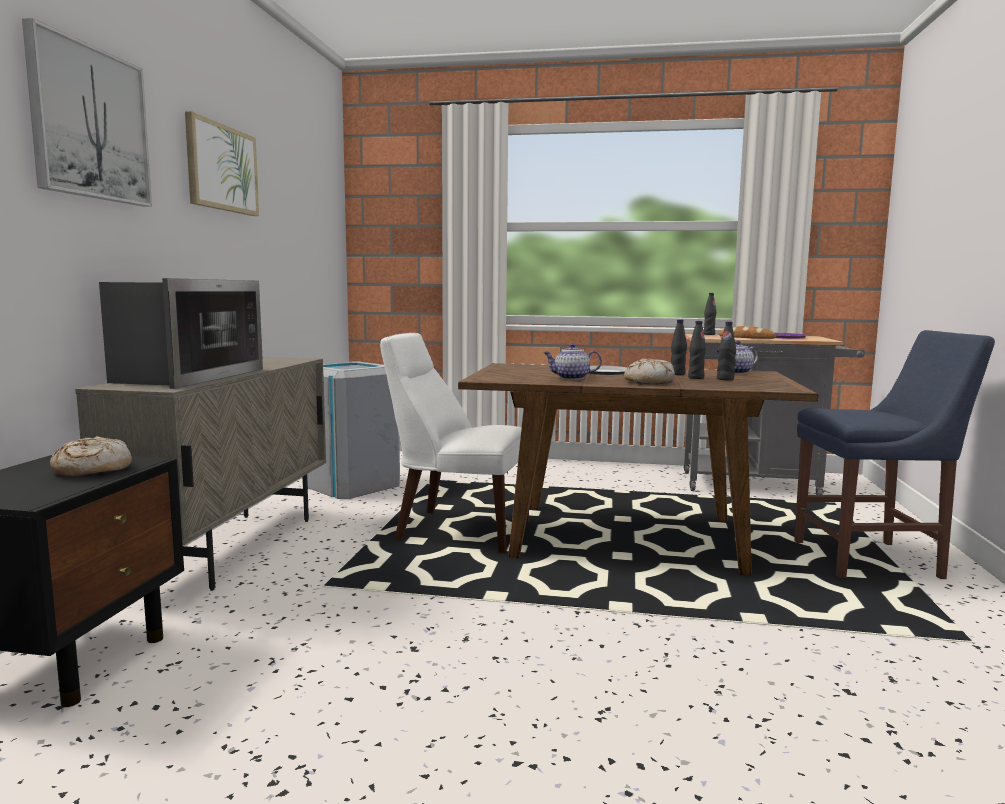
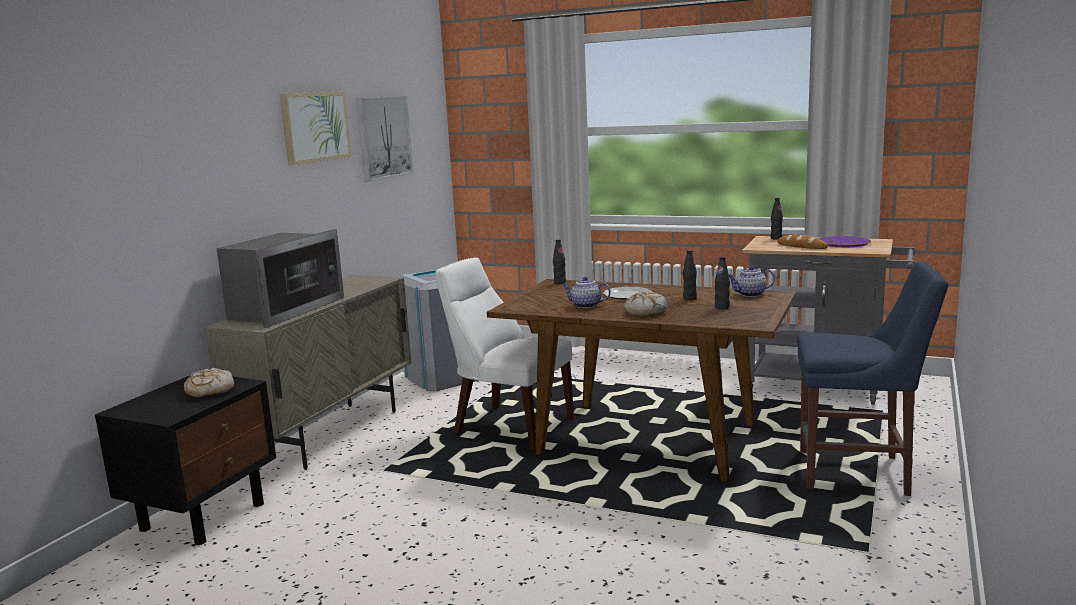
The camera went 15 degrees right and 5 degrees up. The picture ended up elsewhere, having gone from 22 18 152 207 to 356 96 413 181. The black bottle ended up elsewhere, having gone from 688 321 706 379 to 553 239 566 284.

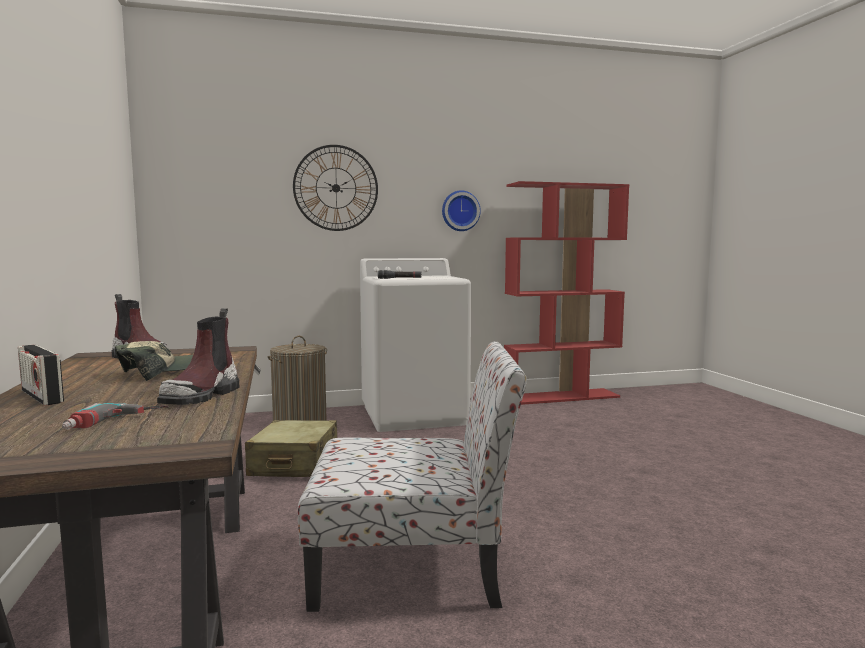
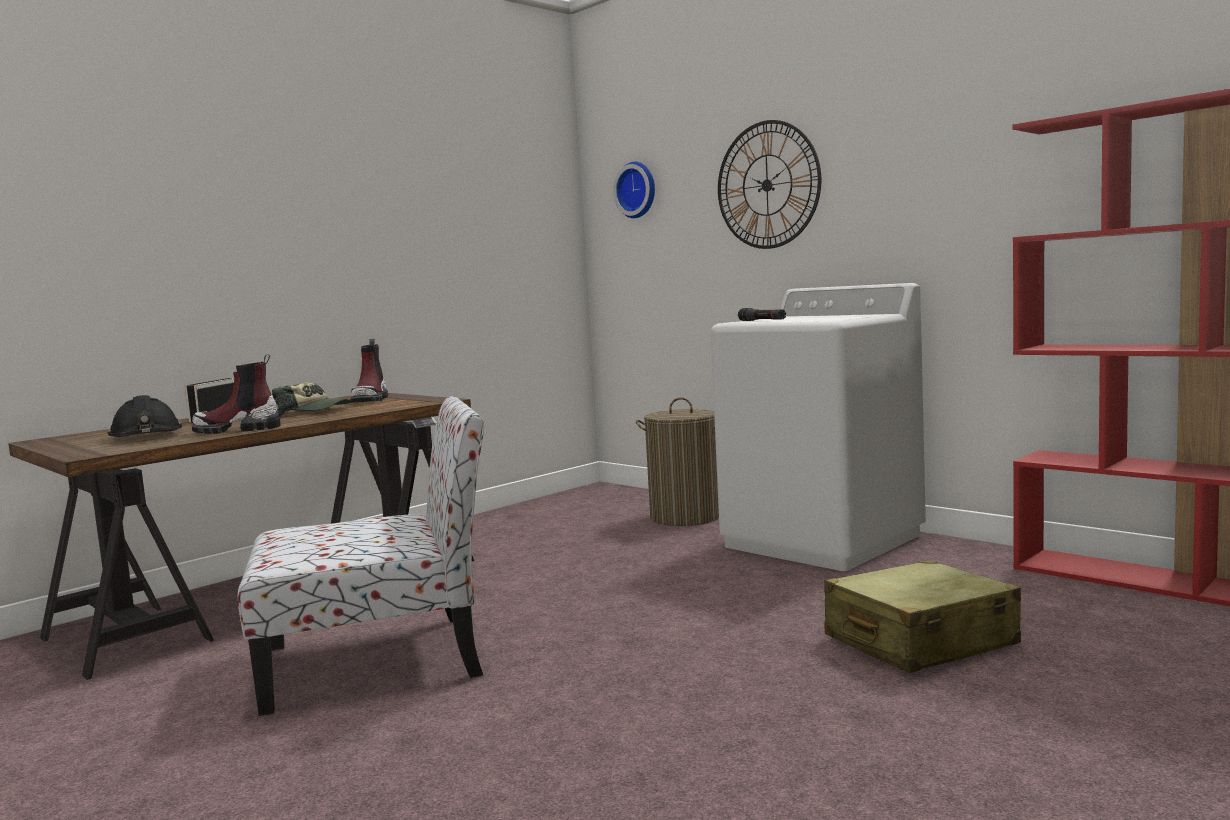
The camera went 60 degrees right and 0 degrees up. Where the power drill stood at 62 403 169 429, the black hard hat came to stand at 108 395 182 437. The chair at 298 341 527 612 ended up facing another way, 75 degrees counterclockwise from before. The wall clock ended up elsewhere, having gone from 442 190 481 231 to 613 162 655 218. The beige suitcase ended up elsewhere, having gone from 245 420 337 477 to 824 560 1021 673.

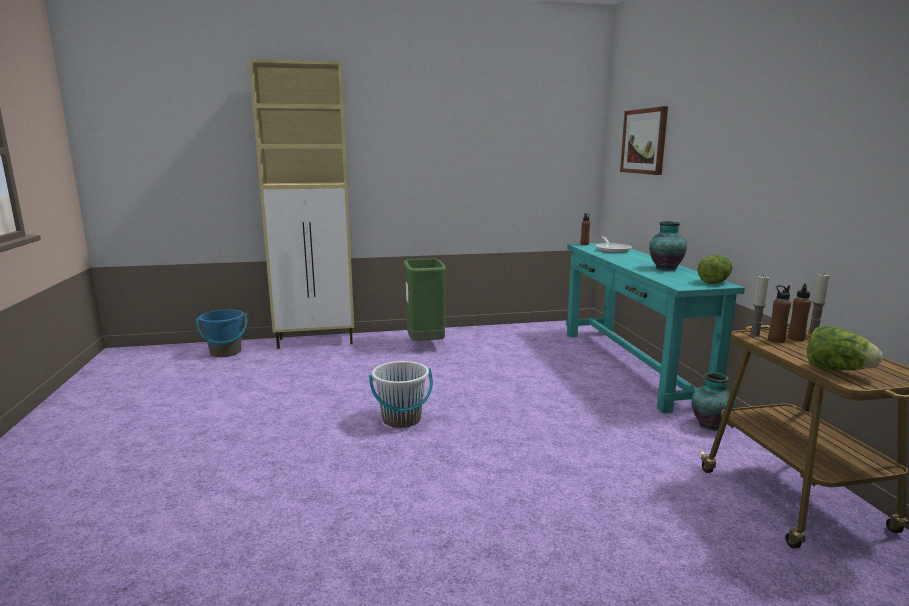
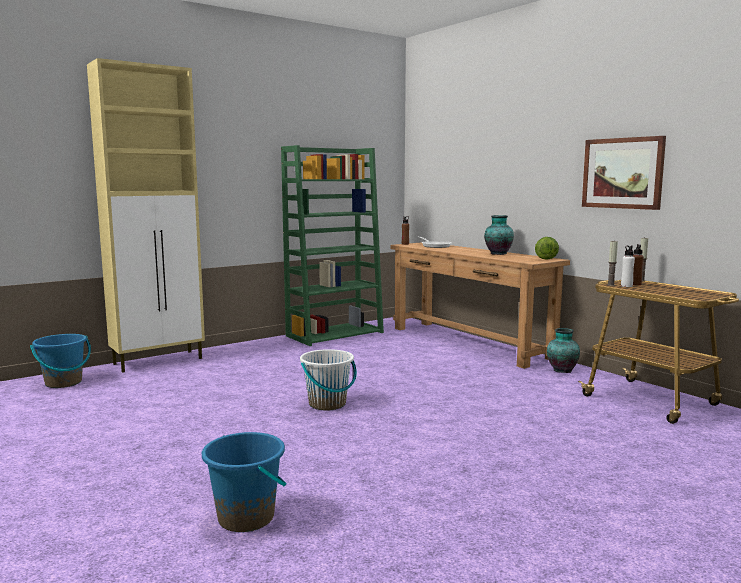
The camera went 25 degrees left and 5 degrees down. The second view gained the blue bucket at 202 432 287 532. The second view gained the green bookcase at 281 145 384 346. What was the turquoise console table at 566 243 745 413 turned into the brown console table at 390 242 570 369. The picture ended up elsewhere, having gone from 620 106 668 175 to 582 136 666 210. What was the brown bottle at 768 285 791 343 turned into the white bottle at 621 245 635 287. The second view lost the green trash can at 404 258 446 341. The second view lost the lettuce at 807 325 883 370.

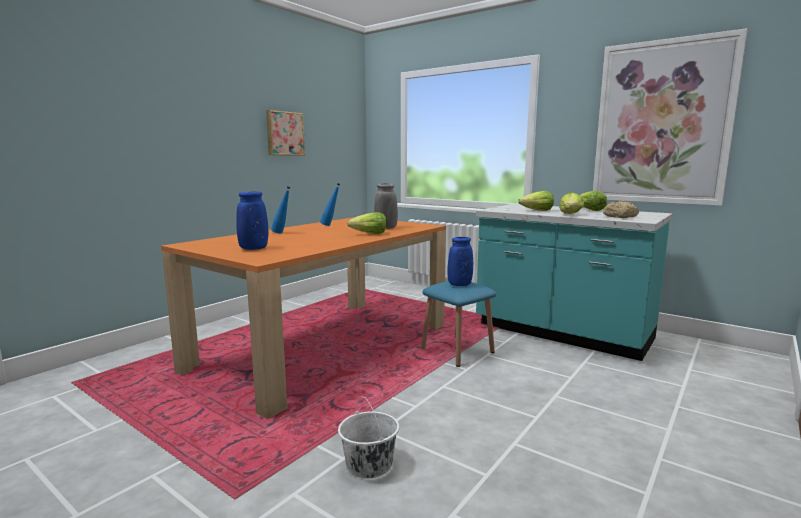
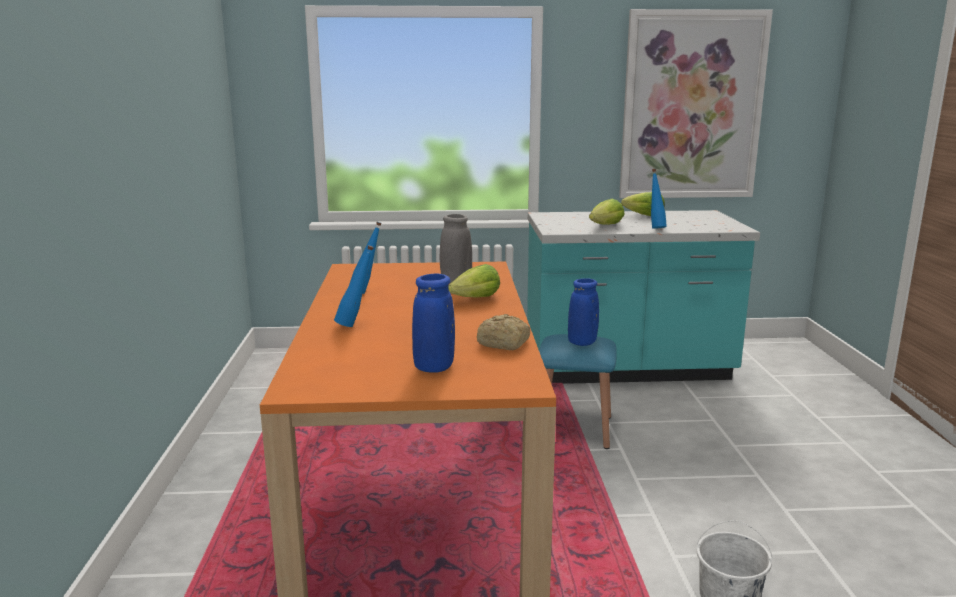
The camera went 40 degrees left and 5 degrees up. The bread ended up elsewhere, having gone from 603 201 639 218 to 477 314 530 350. Where the lettuce stood at 559 192 584 214, the blue bottle came to stand at 651 169 667 229. The second view lost the picture at 266 110 305 156.

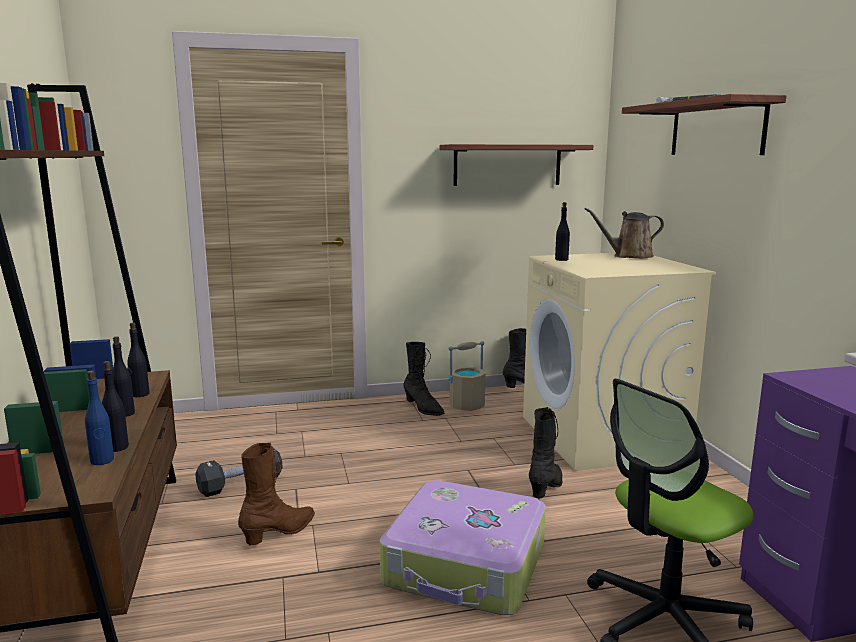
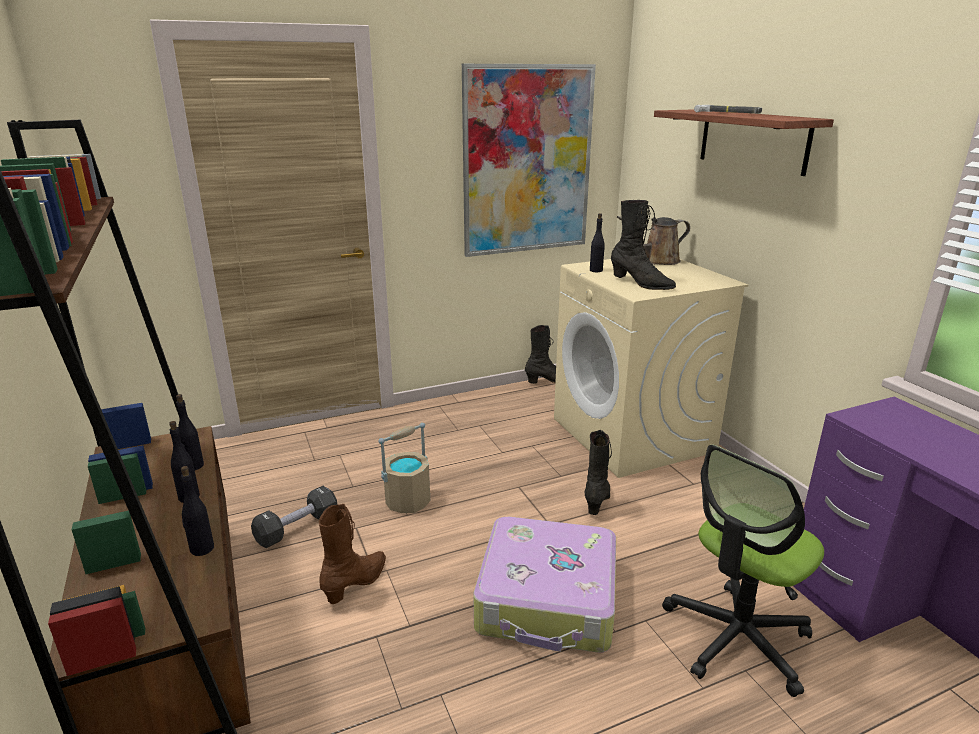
The camera went 10 degrees left and 10 degrees up. The beige bucket ended up elsewhere, having gone from 448 341 486 411 to 378 423 430 513. Where the shelf hung at 439 144 593 186, the picture came to hang at 462 64 596 257. The black boot ended up elsewhere, having gone from 403 342 444 416 to 611 200 676 290. The second view lost the blue bottle at 85 370 114 465.

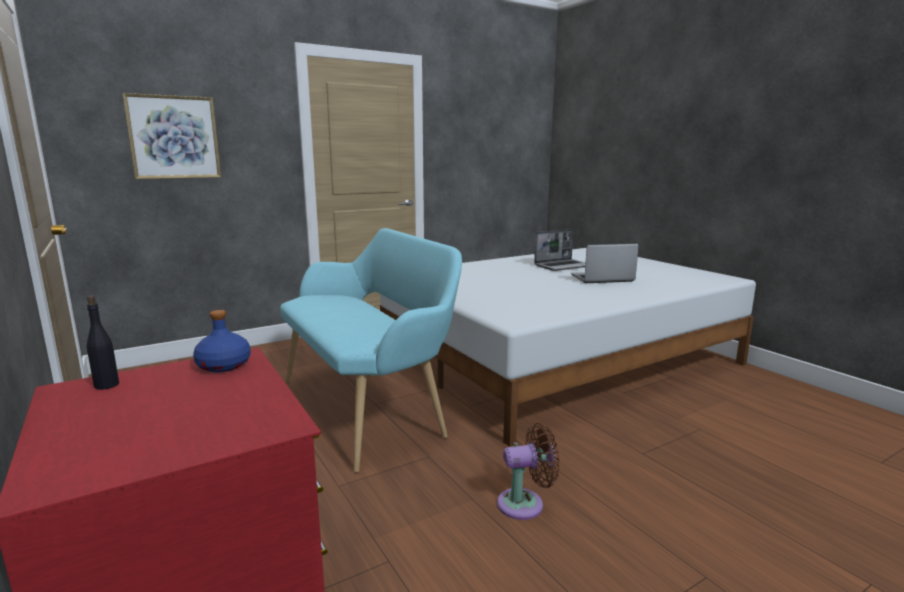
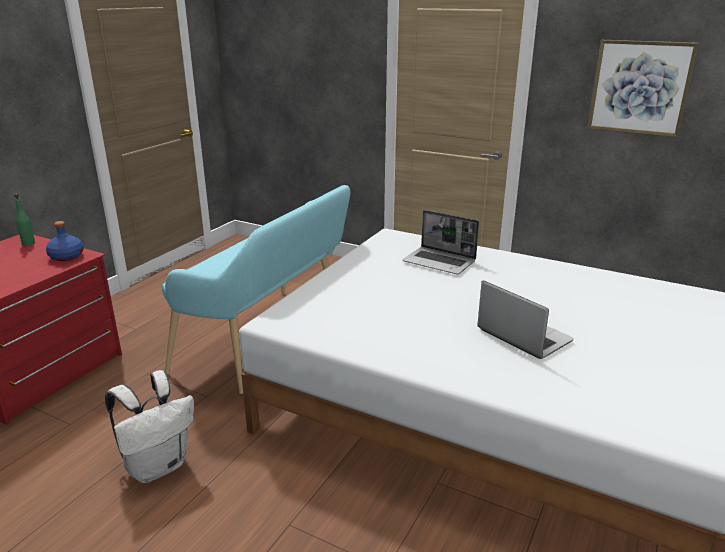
The camera went 60 degrees right and 10 degrees up. What was the black bottle at 87 296 119 390 turned into the green bottle at 14 194 35 246. Where the brown fan stood at 497 423 559 520, the white backpack came to stand at 105 370 194 483. The laptop ended up elsewhere, having gone from 534 229 585 271 to 403 210 479 274. The picture ended up elsewhere, having gone from 122 93 221 179 to 587 40 699 137.

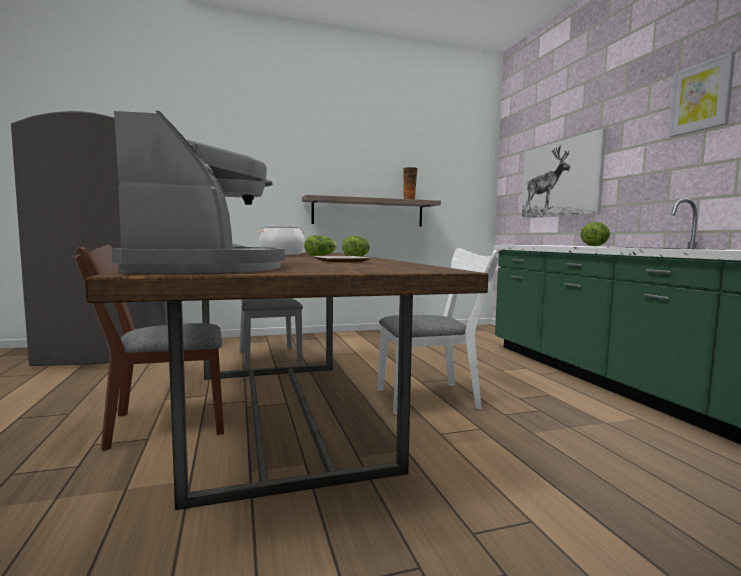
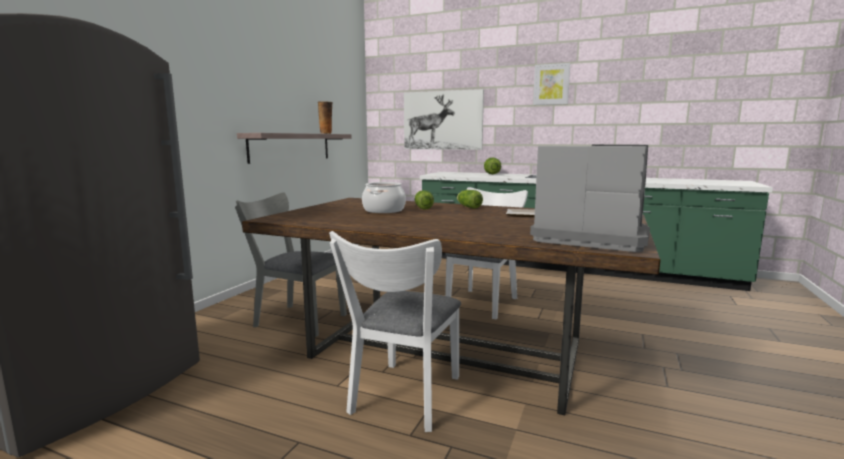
The camera went 50 degrees left and 5 degrees up. What was the brown chair at 73 245 224 451 turned into the white chair at 329 231 461 432.

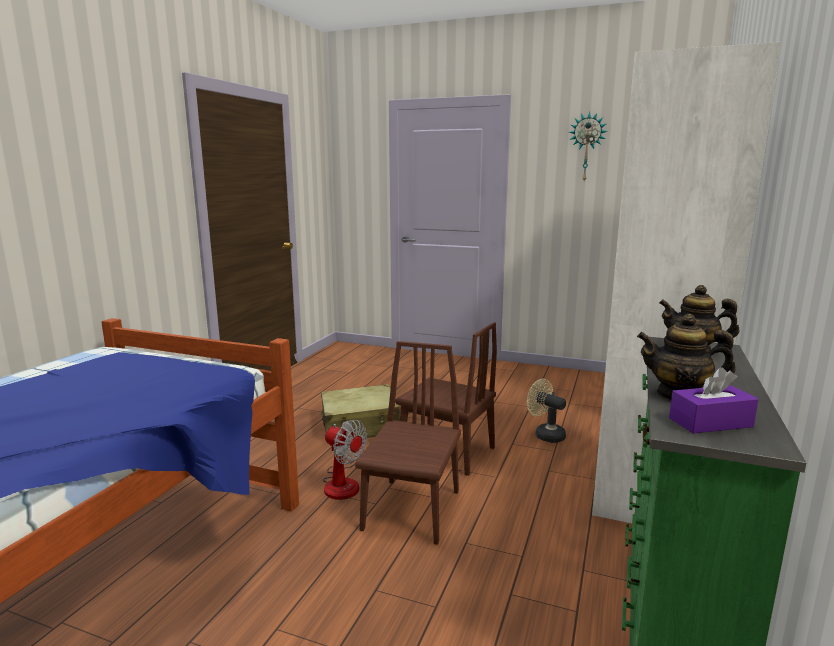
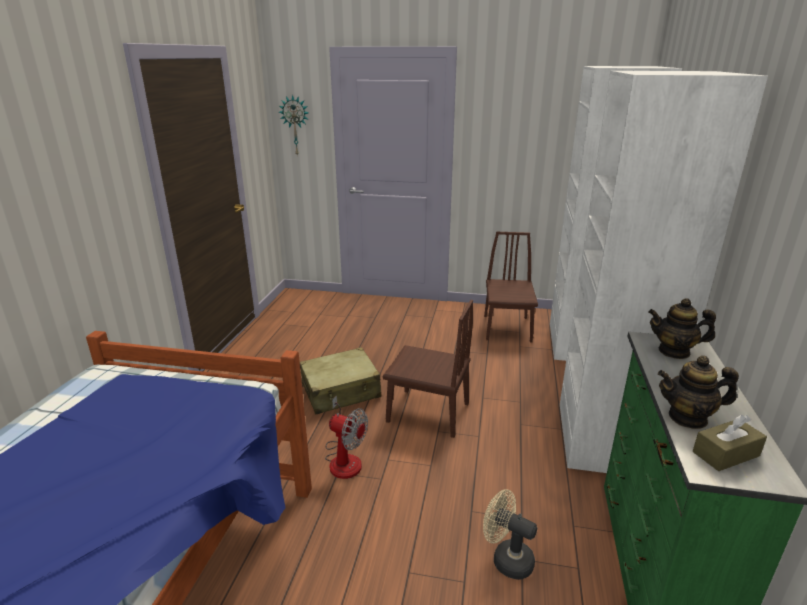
The camera went 10 degrees left and 10 degrees up. The wall clock ended up elsewhere, having gone from 569 112 608 181 to 279 95 309 157. The beige fan ended up elsewhere, having gone from 527 379 566 443 to 483 489 537 580. The brown chair ended up elsewhere, having gone from 355 341 461 545 to 484 232 538 342. What was the purple tissue box at 669 367 759 434 turned into the brown tissue box at 693 415 767 471.

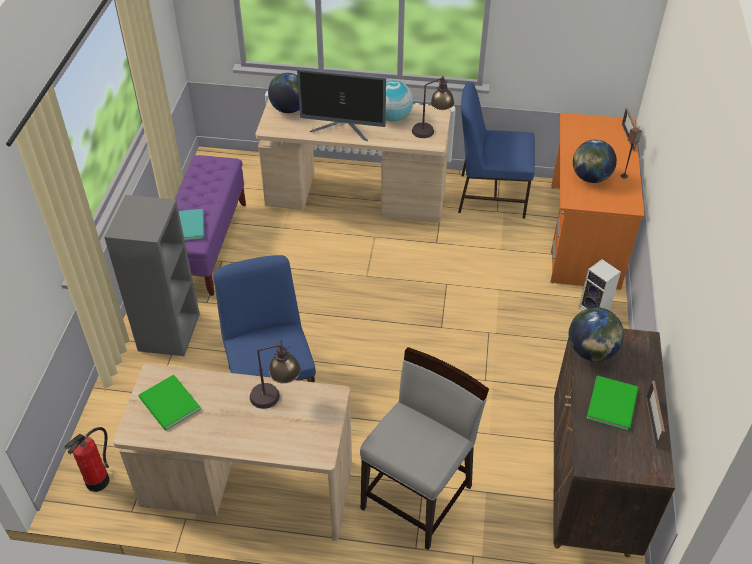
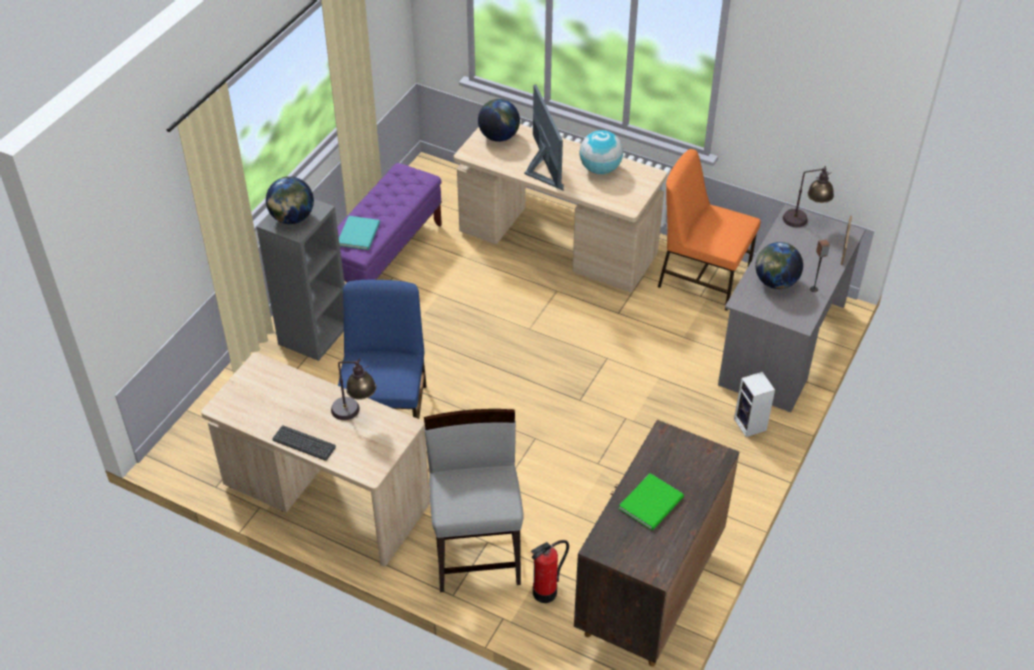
The camera went 20 degrees right and 0 degrees up. The globe ended up elsewhere, having gone from 568 307 624 361 to 266 176 314 224. The second view gained the keyboard at 272 425 336 461. The grey chair at 360 347 489 550 ended up facing another way, 60 degrees counterclockwise from before. The monitor at 297 68 386 141 ended up facing another way, 135 degrees counterclockwise from before. The fire extinguisher ended up elsewhere, having gone from 64 427 109 492 to 530 540 569 603. What was the blue chair at 458 82 535 218 turned into the orange chair at 658 149 761 311. What was the orange desk at 551 113 644 290 turned into the grey desk at 718 204 865 412. The table lamp ended up elsewhere, having gone from 412 75 454 138 to 783 166 834 227. The second view lost the green book at 138 375 201 431. The second view lost the picture frame at 646 381 665 448.

